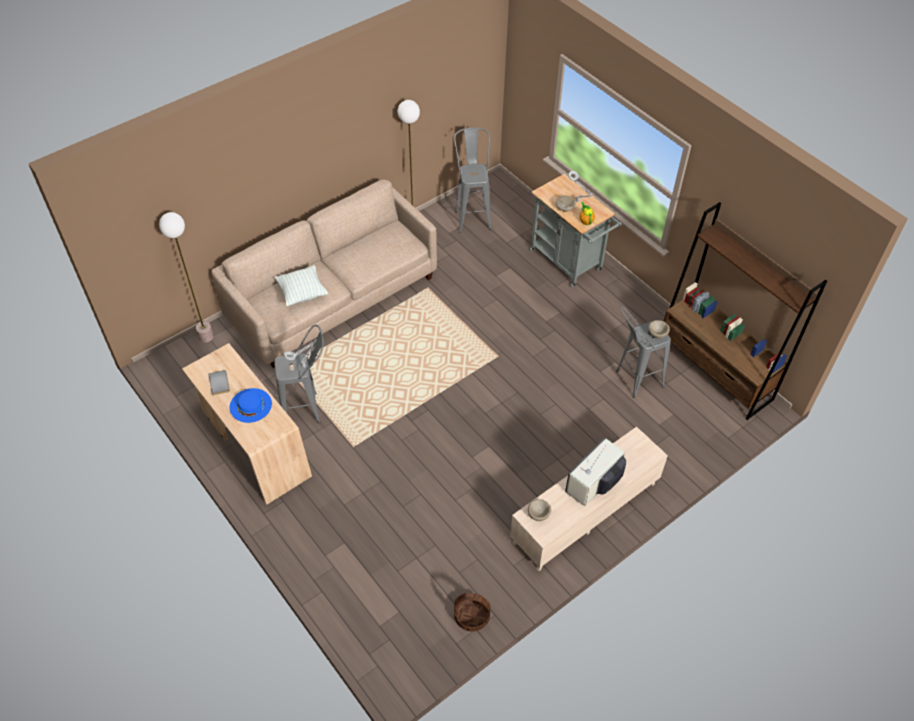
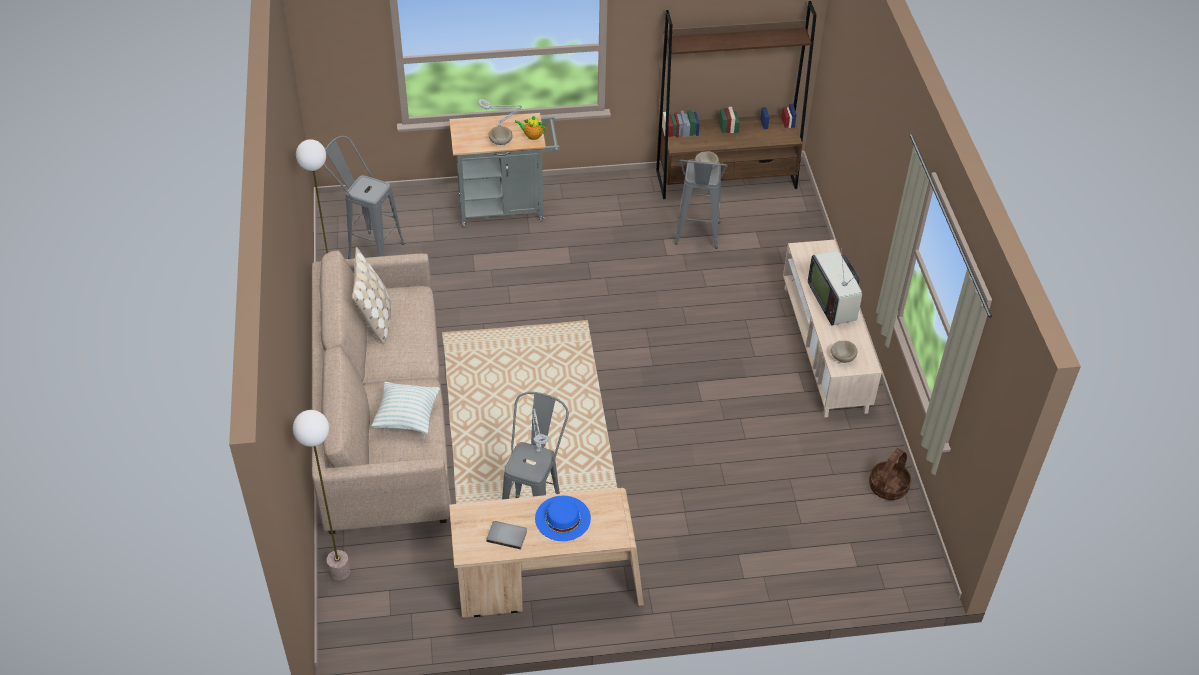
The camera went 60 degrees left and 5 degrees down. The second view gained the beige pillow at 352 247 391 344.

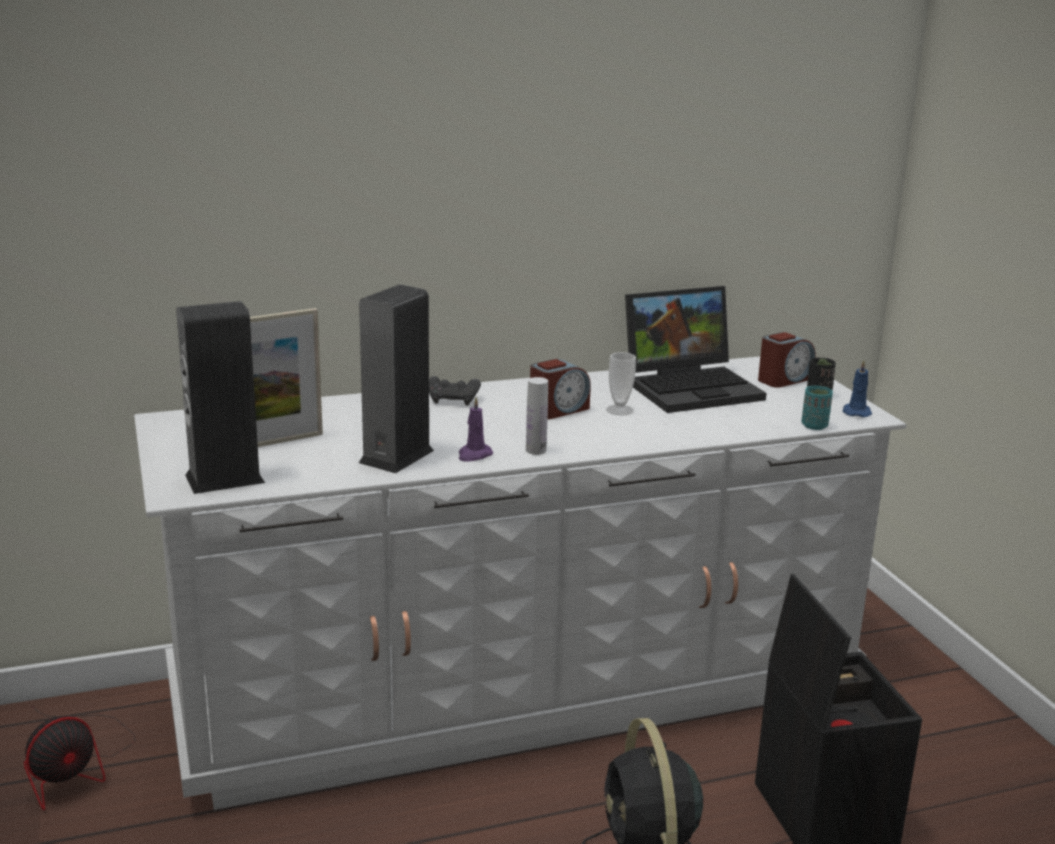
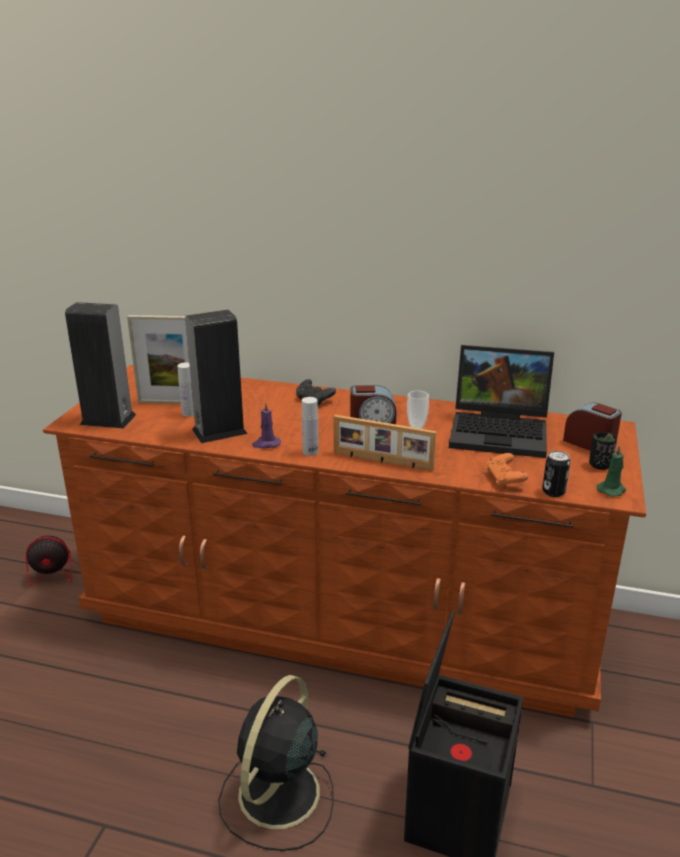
The camera went 35 degrees right and 5 degrees up. What was the white dresser at 134 356 907 810 turned into the brown dresser at 43 365 646 718. The second view gained the white bottle at 177 363 194 417. The second view gained the picture frame at 333 415 437 471. The second view gained the orange game controller at 486 453 528 488. Where the turquoise cup stood at 801 386 833 430, the can came to stand at 542 451 570 497. The alarm clock at 758 332 815 388 ended up facing another way, 135 degrees counterclockwise from before. What was the blue candle at 843 360 872 417 turned into the green candle at 597 445 626 497.

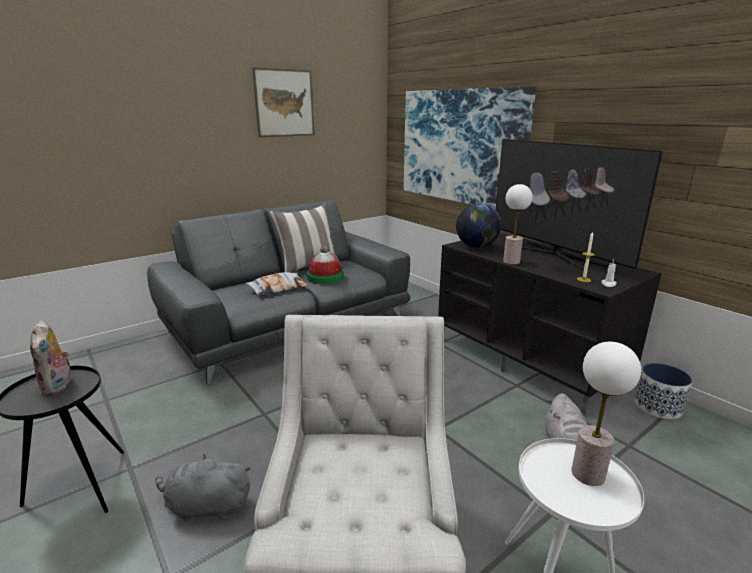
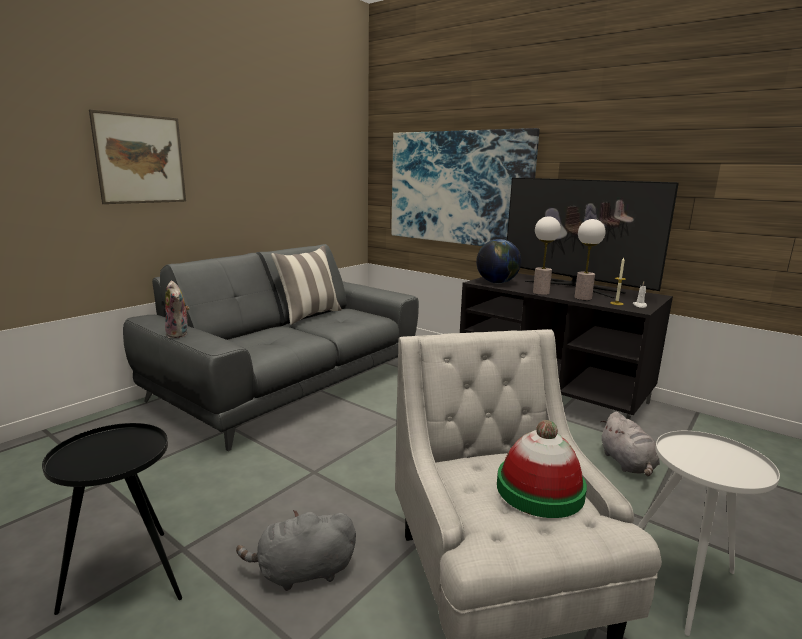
The camera went 15 degrees left and 5 degrees down. The picture ended up elsewhere, having gone from 252 67 315 137 to 89 110 186 204. The plush toy ended up elsewhere, having gone from 30 320 71 395 to 165 281 190 338. The hat ended up elsewhere, having gone from 307 246 344 284 to 497 420 587 518. The table lamp ended up elsewhere, having gone from 571 342 641 486 to 574 219 605 300. The second view lost the pillow at 246 272 308 296. The second view lost the planter at 635 363 692 419.

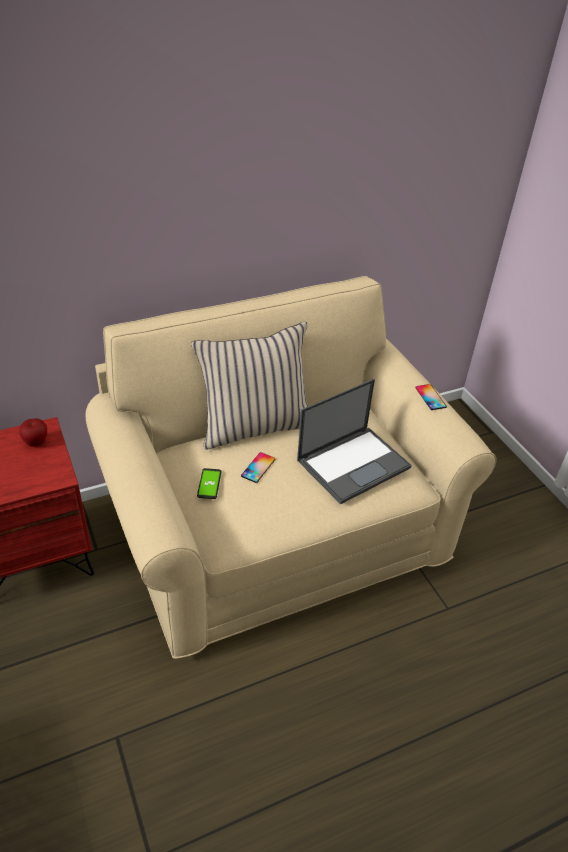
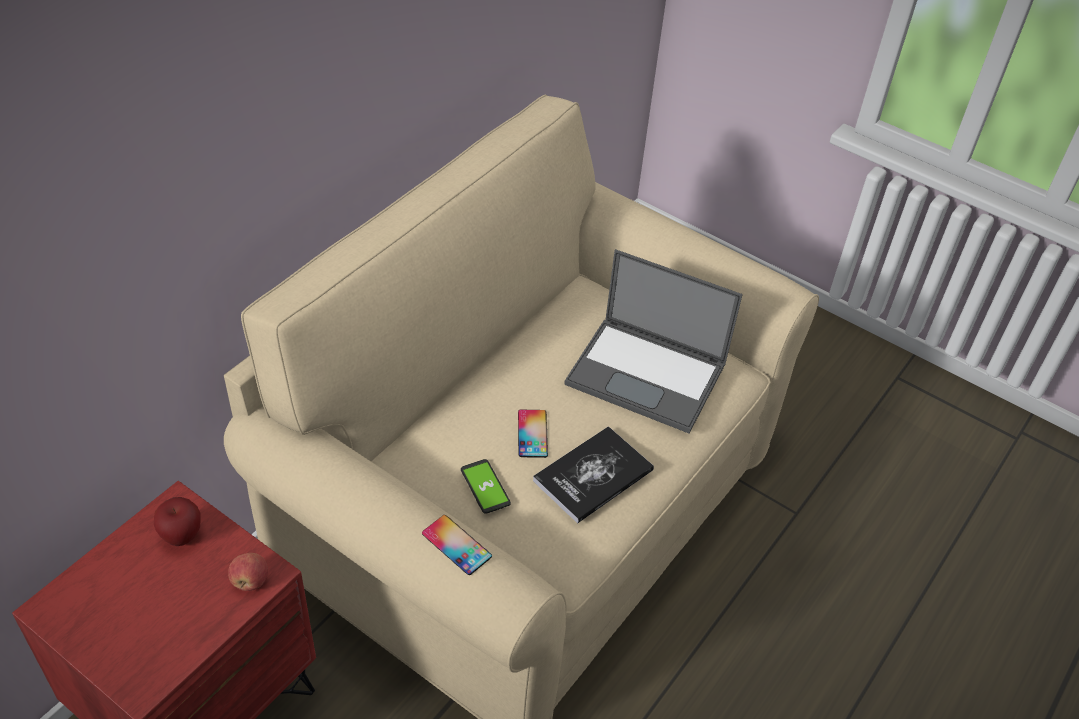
The camera went 30 degrees left and 5 degrees up. The second view gained the apple at 228 553 268 591. The phone ended up elsewhere, having gone from 415 384 447 410 to 422 515 492 575. The second view gained the book at 533 426 654 524. The laptop at 297 379 412 504 ended up facing another way, 90 degrees clockwise from before. The second view lost the beige pillow at 191 322 309 450.

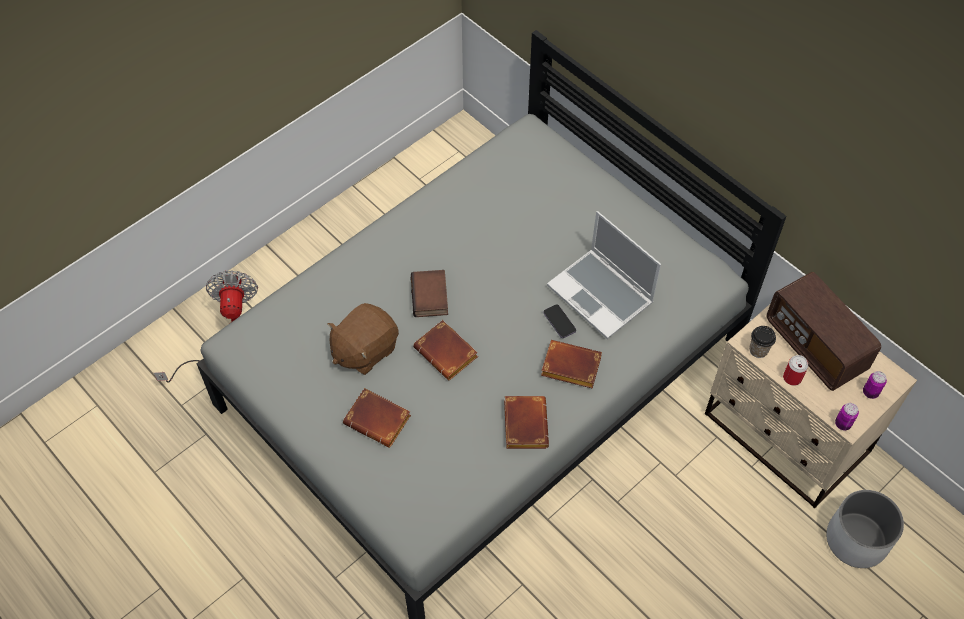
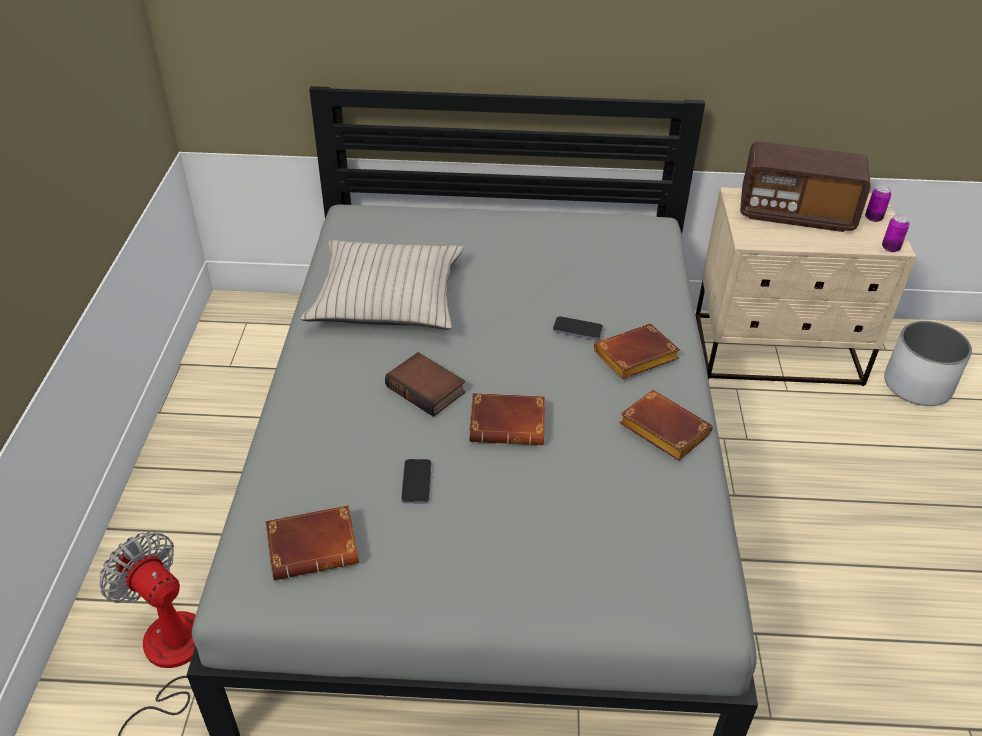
The camera went 45 degrees left and 15 degrees down. The brown book ended up elsewhere, having gone from 343 388 411 448 to 266 505 359 580. The second view gained the beige pillow at 301 240 463 330. Where the brown plush toy stood at 327 303 399 375, the phone came to stand at 401 459 431 504. The second view lost the laptop at 547 211 661 339. The second view lost the cup at 749 326 776 358. The second view lost the can at 783 355 808 386.

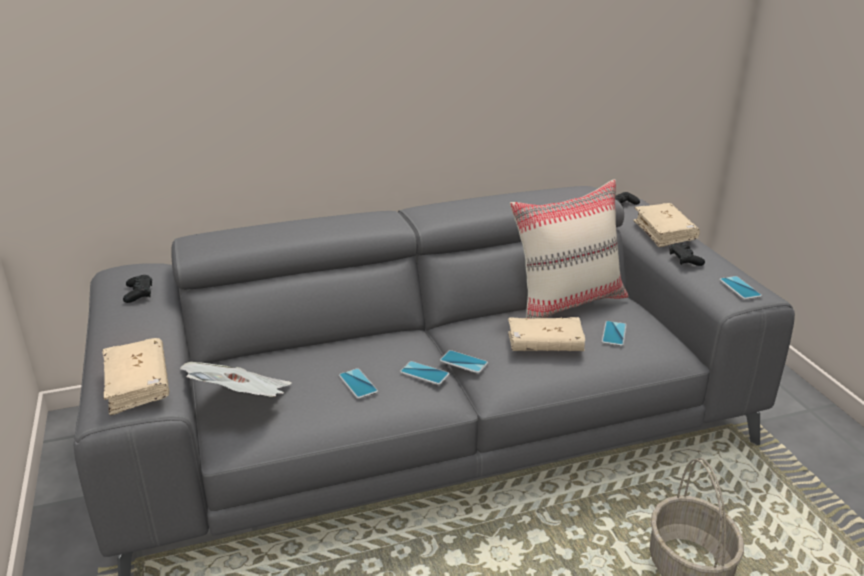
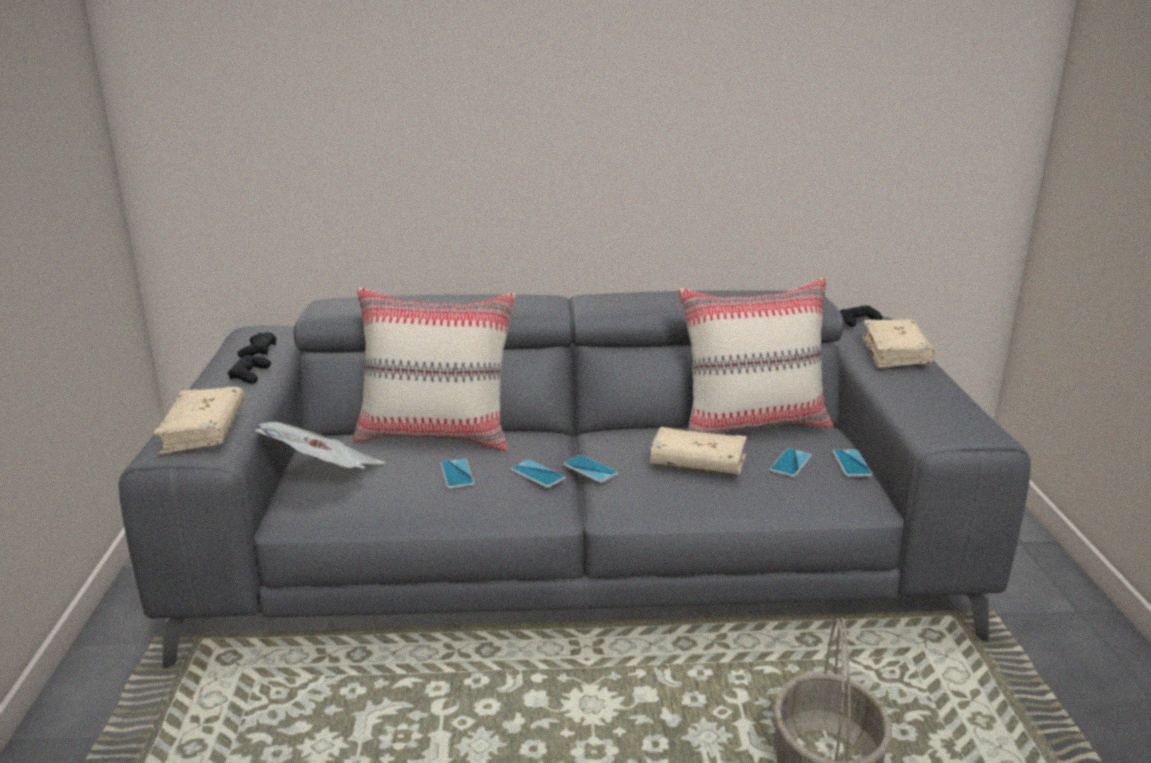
The camera went 15 degrees right and 5 degrees down. The black game controller ended up elsewhere, having gone from 670 243 705 266 to 228 355 271 384. The second view gained the beige pillow at 353 287 515 451. The phone ended up elsewhere, having gone from 719 276 762 300 to 833 449 872 477.

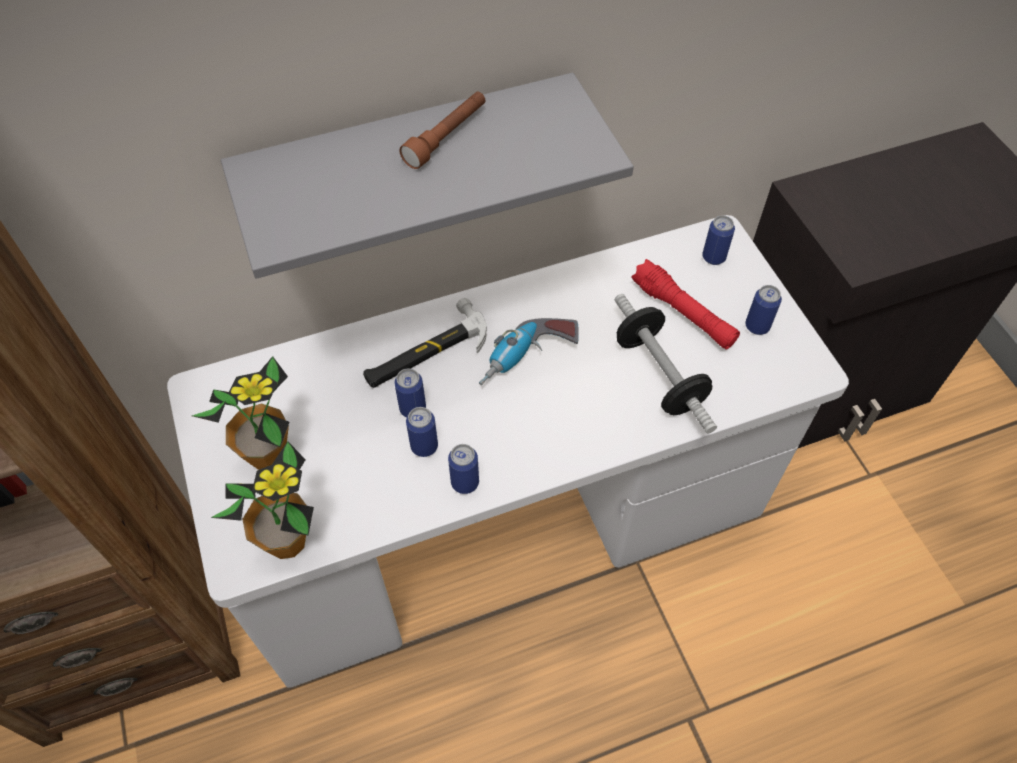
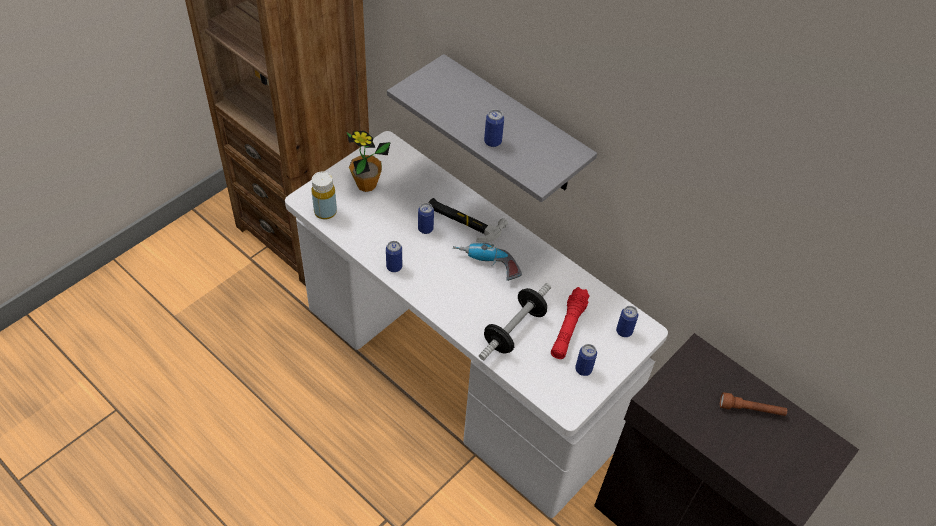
The camera went 60 degrees right and 5 degrees down. Where the potted plant stood at 211 441 314 559, the yellow bottle came to stand at 312 171 337 220. The can ended up elsewhere, having gone from 406 407 438 457 to 484 109 504 147. The brown flashlight ended up elsewhere, having gone from 399 92 485 169 to 720 392 787 416.

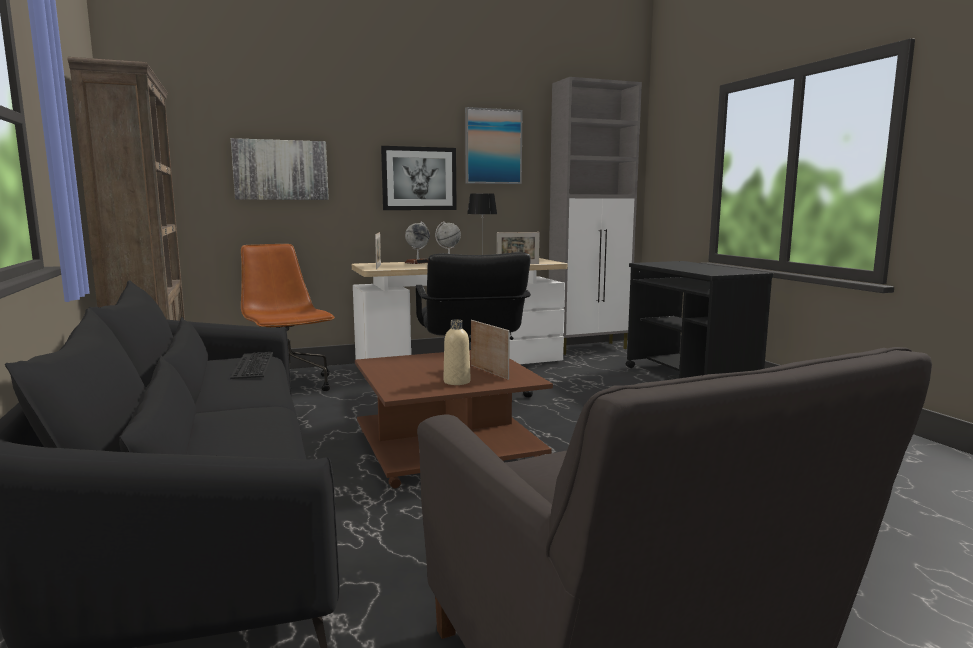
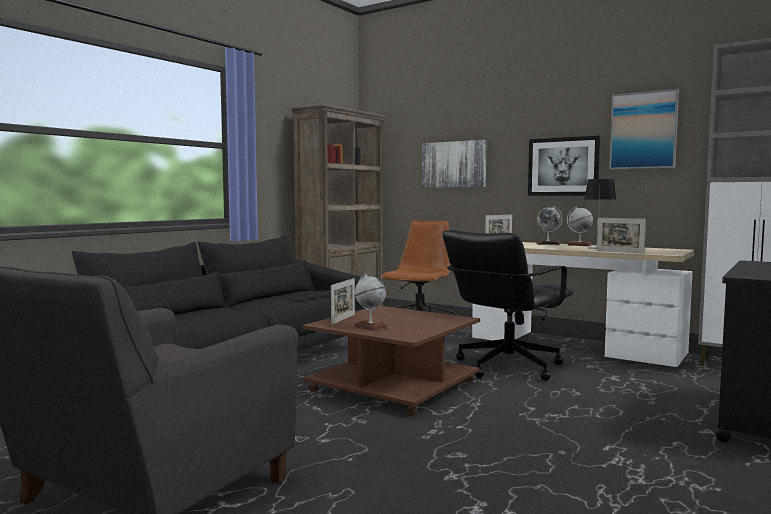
The camera went 55 degrees right and 5 degrees down. The picture frame ended up elsewhere, having gone from 471 320 510 380 to 331 278 355 325. Where the beige bottle stood at 444 319 471 385, the globe came to stand at 354 274 388 331.

